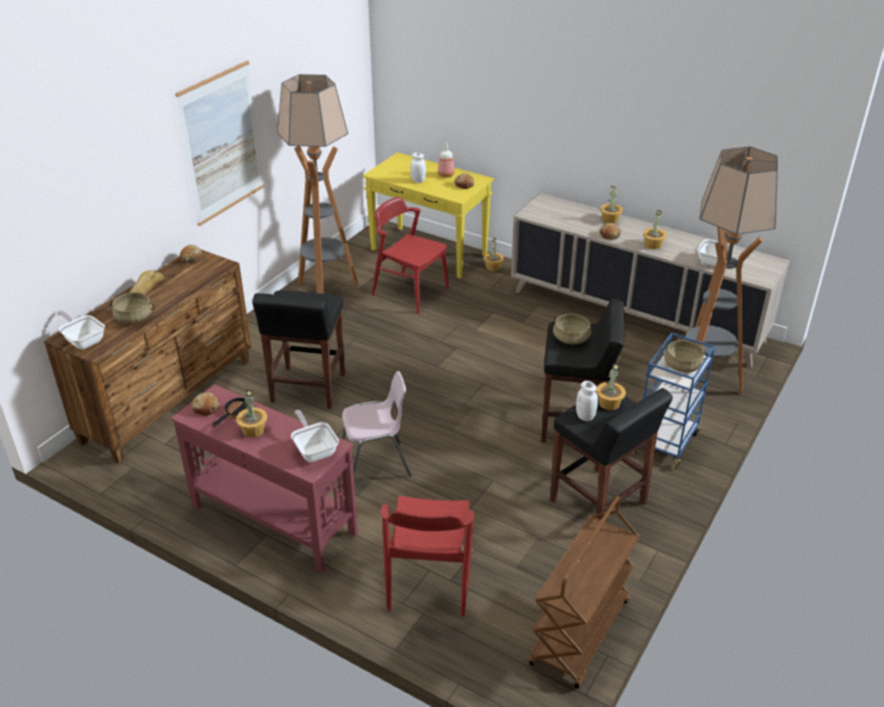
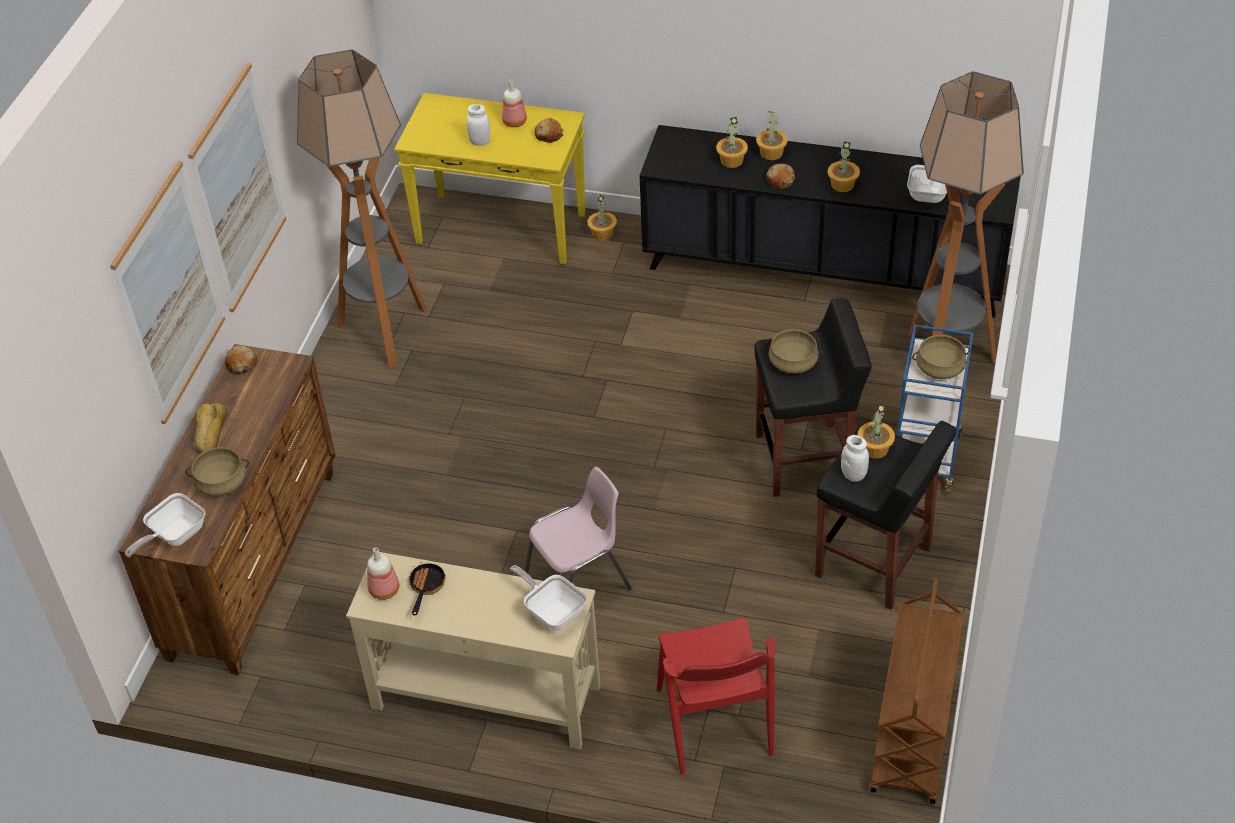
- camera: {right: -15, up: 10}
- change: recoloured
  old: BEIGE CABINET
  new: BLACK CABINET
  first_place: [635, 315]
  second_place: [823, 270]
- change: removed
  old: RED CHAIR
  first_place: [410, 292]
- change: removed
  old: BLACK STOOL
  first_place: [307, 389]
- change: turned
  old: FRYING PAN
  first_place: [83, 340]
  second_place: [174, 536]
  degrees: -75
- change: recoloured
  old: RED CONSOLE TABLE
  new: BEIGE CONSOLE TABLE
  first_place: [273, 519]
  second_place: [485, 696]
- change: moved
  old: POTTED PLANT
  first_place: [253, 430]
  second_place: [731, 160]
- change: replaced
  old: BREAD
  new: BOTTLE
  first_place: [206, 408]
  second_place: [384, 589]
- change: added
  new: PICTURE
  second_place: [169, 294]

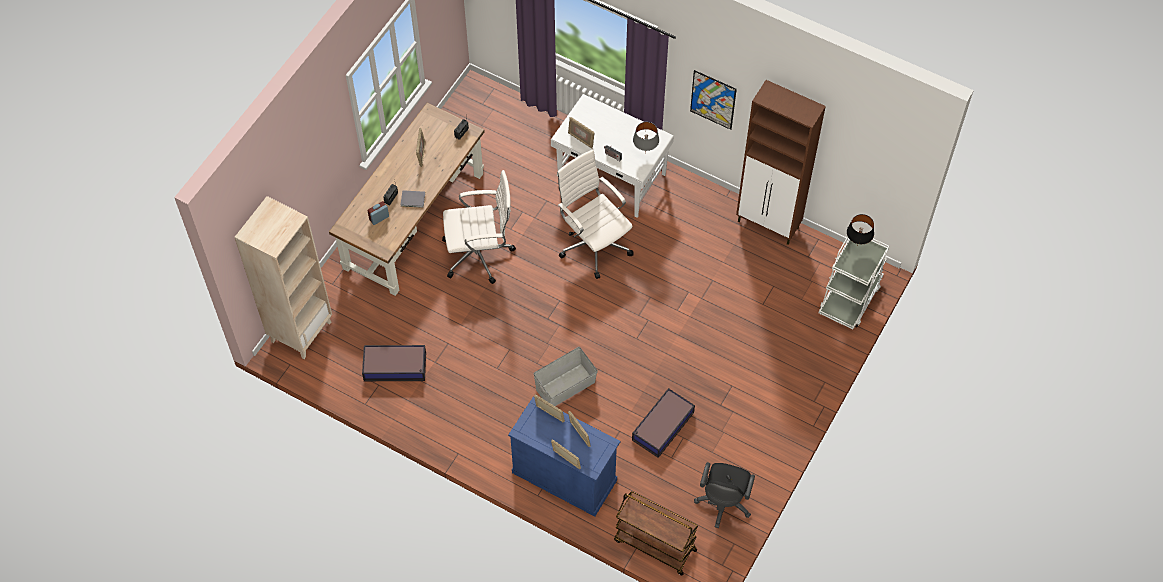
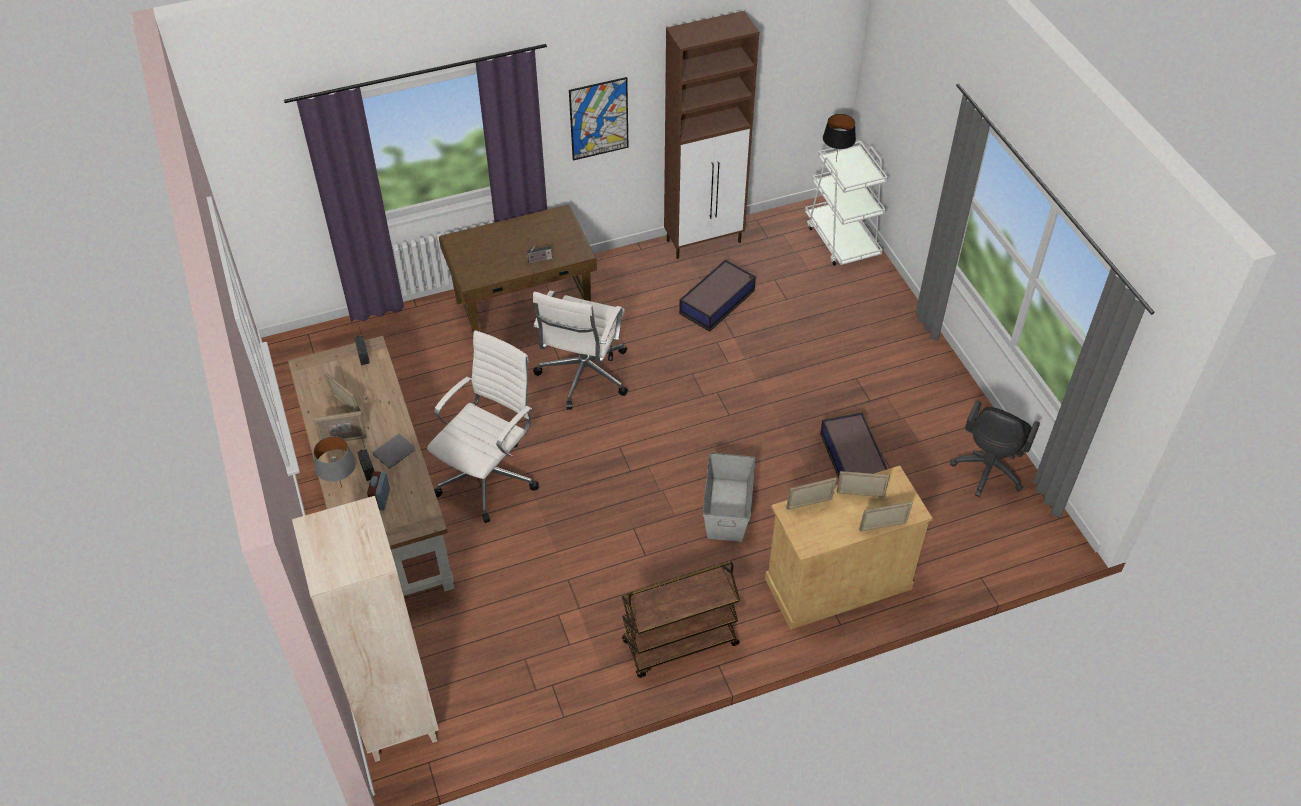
- camera: {right: -50, up: -10}
- change: recoloured
  old: WHITE DESK
  new: BROWN DESK
  first_place: [612, 178]
  second_place: [524, 314]
- change: moved
  old: PICTURE FRAME
  first_place: [581, 139]
  second_place: [343, 439]
- change: moved
  old: GREY TABLE LAMP
  first_place: [645, 153]
  second_place: [341, 487]
- change: turned
  old: WHITE OFFICE CHAIR
  first_place: [594, 243]
  second_place: [583, 376]
  degrees: -75
- change: moved
  old: STORAGE BOX
  first_place: [396, 367]
  second_place: [718, 301]
- change: recoloured
  old: BLUE CABINET
  new: BEIGE CABINET
  first_place: [564, 476]
  second_place: [837, 583]
- change: turned
  old: BLACK OFFICE CHAIR
  first_place: [723, 504]
  second_place: [987, 471]
  degrees: 60
- change: moved
  old: BROWN CART
  first_place: [654, 545]
  second_place: [679, 644]

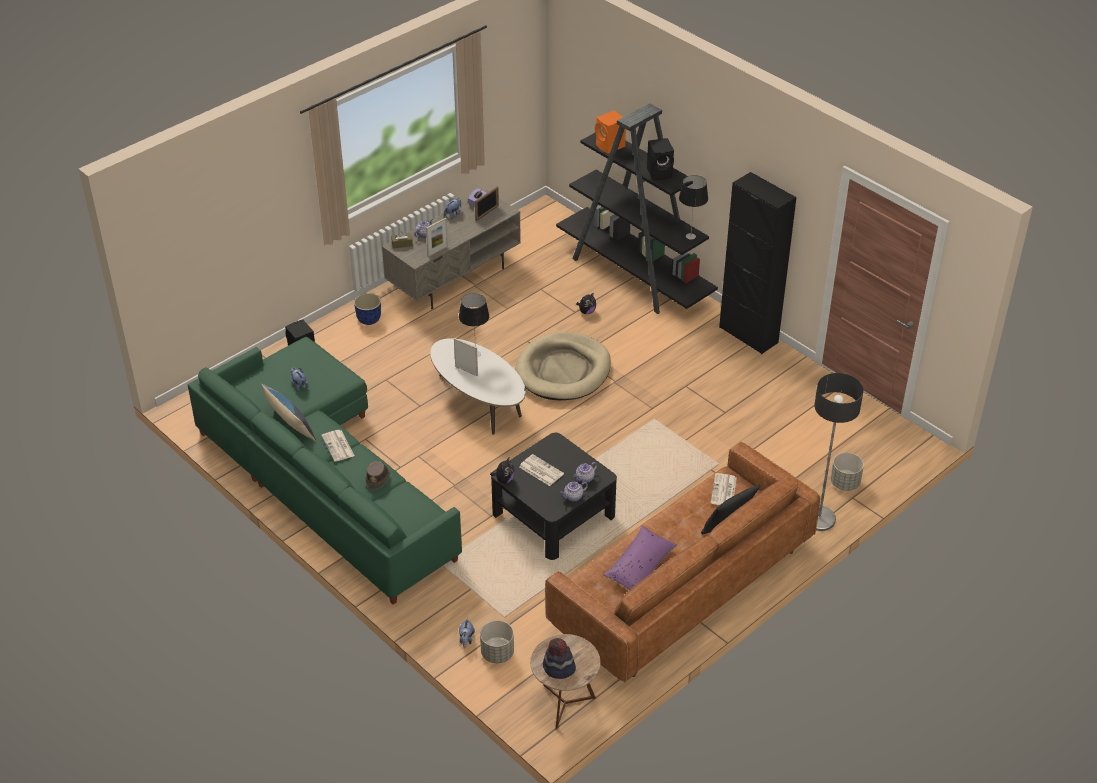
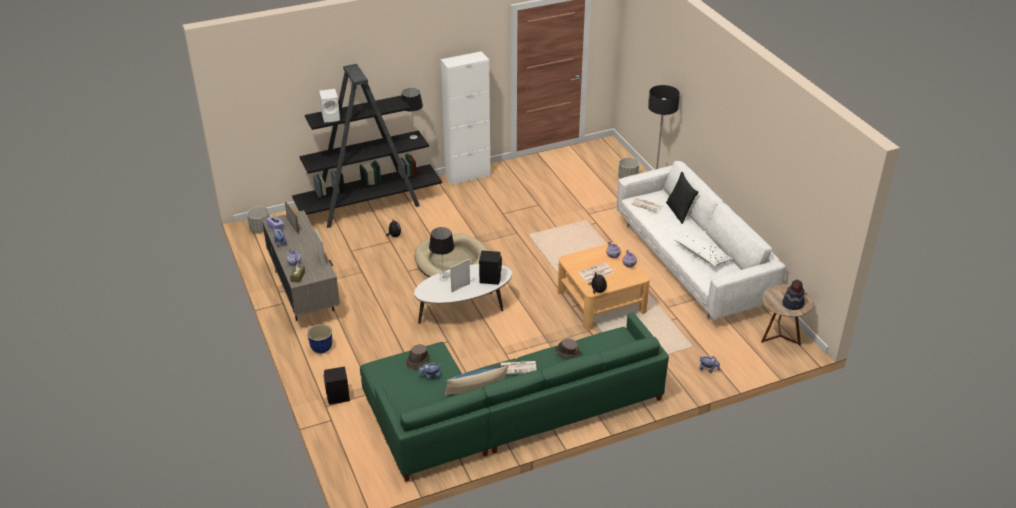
- camera: {right: -70, up: -5}
- change: recoloured
  old: ORANGE SPEAKER
  new: WHITE SPEAKER
  first_place: [610, 146]
  second_place: [331, 117]
- change: moved
  old: BLACK SPEAKER
  first_place: [660, 173]
  second_place: [490, 278]
- change: recoloured
  old: BLACK CABINET
  new: WHITE CABINET
  first_place: [748, 335]
  second_place: [467, 176]
- change: recoloured
  old: BLACK COFFEE TABLE
  new: BEIGE COFFEE TABLE
  first_place: [553, 515]
  second_place: [602, 301]
- change: recoloured
  old: BROWN SOFA
  new: WHITE SOFA
  first_place: [681, 586]
  second_place: [692, 263]
- change: recoloured
  old: PURPLE PILLOW
  new: WHITE PILLOW
  first_place: [640, 566]
  second_place: [702, 255]
- change: moved
  old: GREY PLANTER
  first_place: [497, 653]
  second_place: [260, 229]
- change: added
  new: BROWN HAT
  second_place: [417, 360]

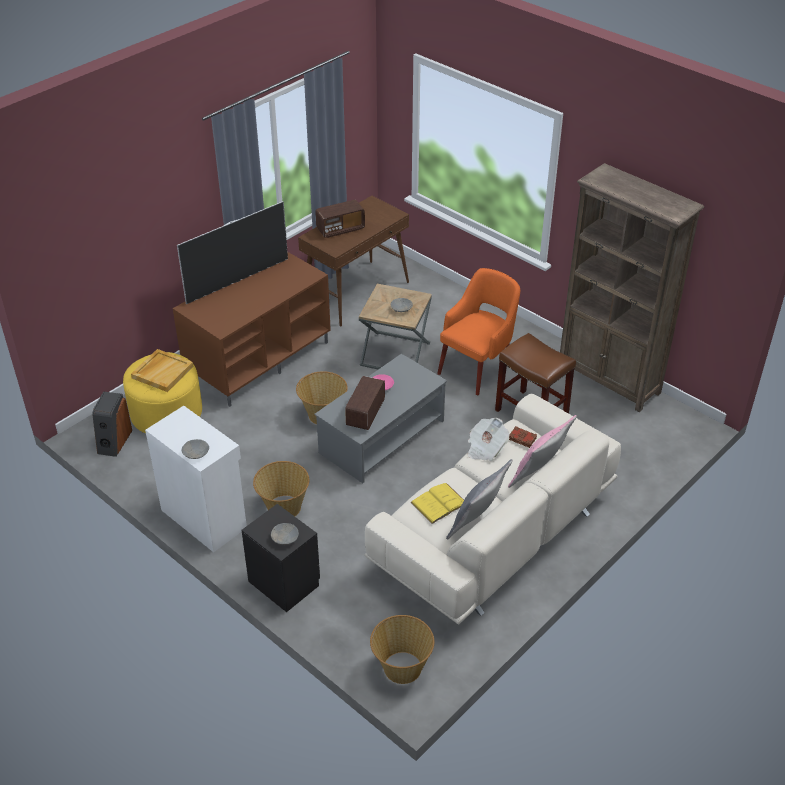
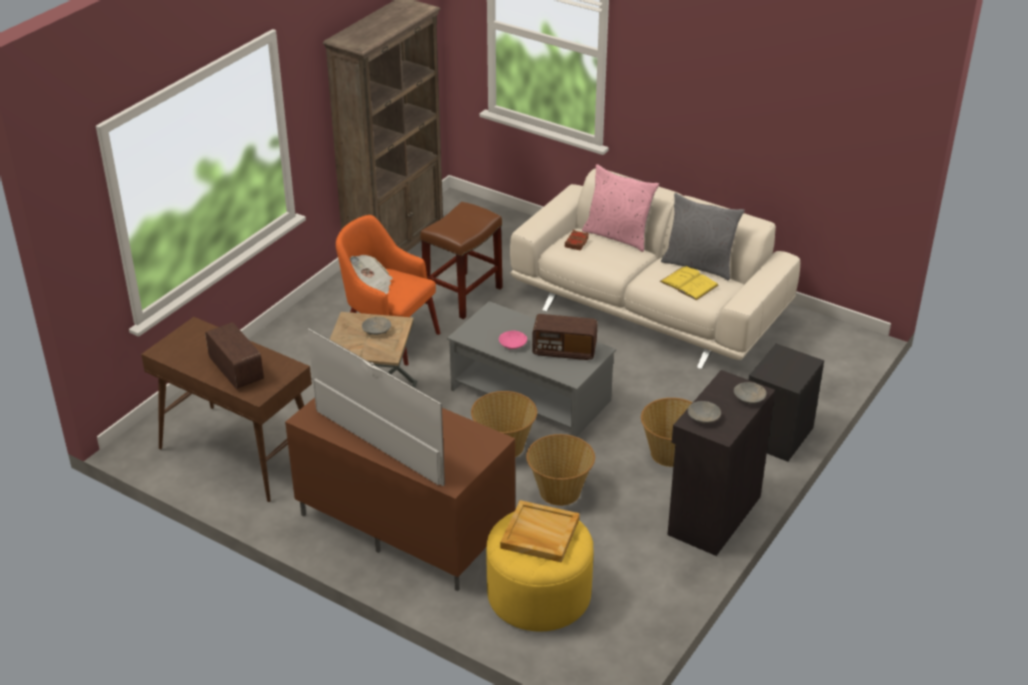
- camera: {right: -100, up: -5}
- change: removed
  old: SPEAKER
  first_place: [114, 441]
- change: recoloured
  old: WHITE CABINET
  new: BLACK CABINET
  first_place: [204, 517]
  second_place: [712, 515]
- change: moved
  old: NEWSPAPER
  first_place: [485, 448]
  second_place: [371, 285]
- change: moved
  old: GREY BOWL
  first_place: [284, 538]
  second_place: [704, 417]
- change: moved
  old: BASKET
  first_place: [402, 667]
  second_place: [559, 492]

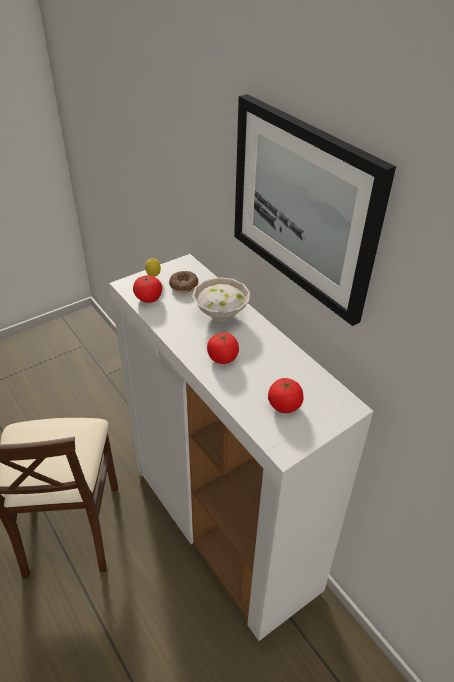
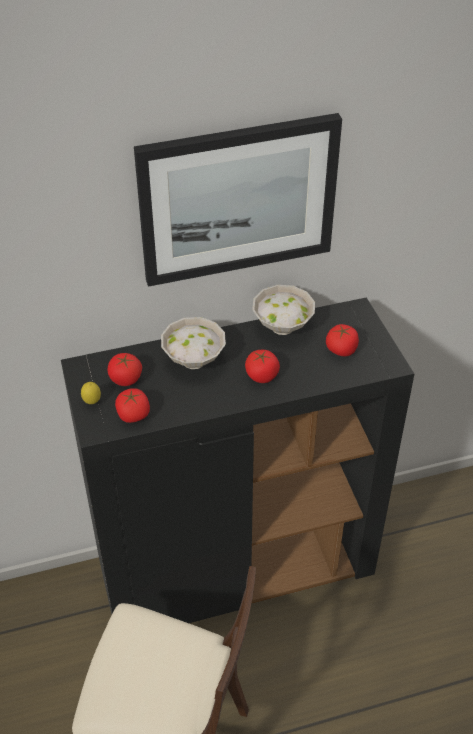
- camera: {right: -70, up: 5}
- change: recoloured
  old: WHITE CABINET
  new: BLACK CABINET
  first_place: [224, 526]
  second_place: [237, 569]
- change: replaced
  old: DONUT
  new: TOMATO
  first_place: [183, 286]
  second_place: [125, 379]
- change: added
  new: WHITE BOWL
  second_place: [281, 326]

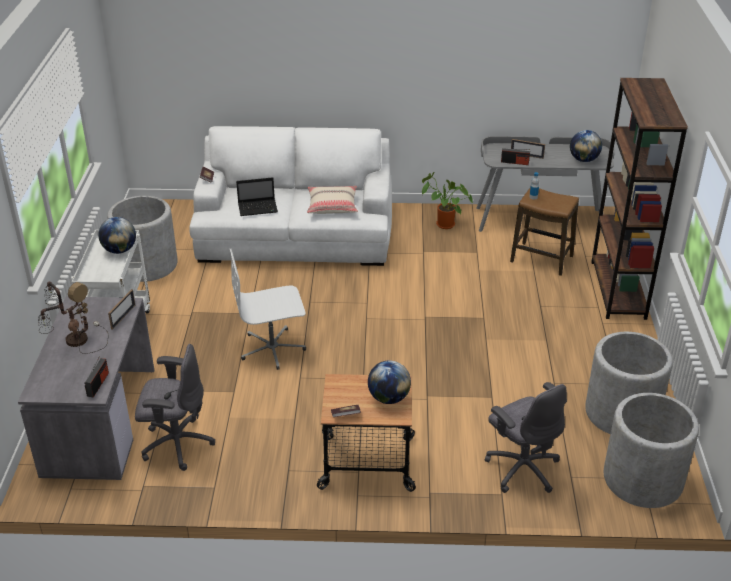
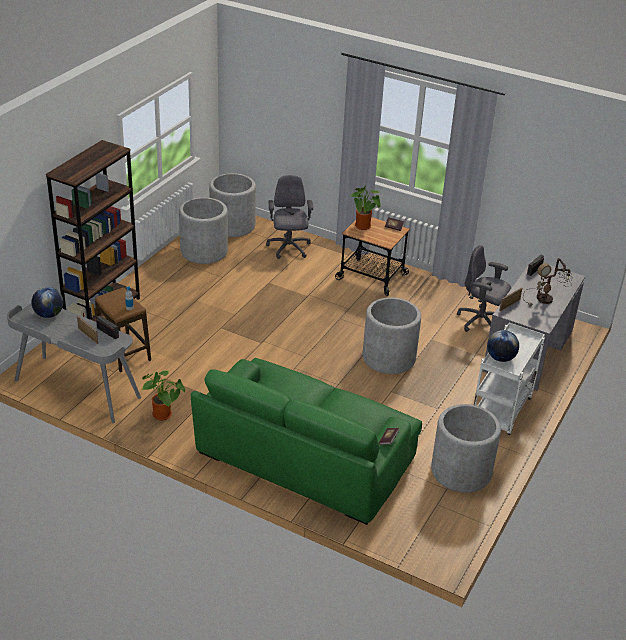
- camera: {right: -155, up: 0}
- change: recoloured
  old: WHITE SOFA
  new: GREEN SOFA
  first_place: [295, 234]
  second_place: [305, 456]
- change: removed
  old: LAPTOP
  first_place: [258, 208]
- change: removed
  old: BEIGE PILLOW
  first_place: [332, 206]
- change: replaced
  old: WHITE OFFICE CHAIR
  new: GREY PLANTER
  first_place: [272, 349]
  second_place: [389, 358]
- change: replaced
  old: GLOBE
  new: POTTED PLANT
  first_place: [388, 398]
  second_place: [364, 227]

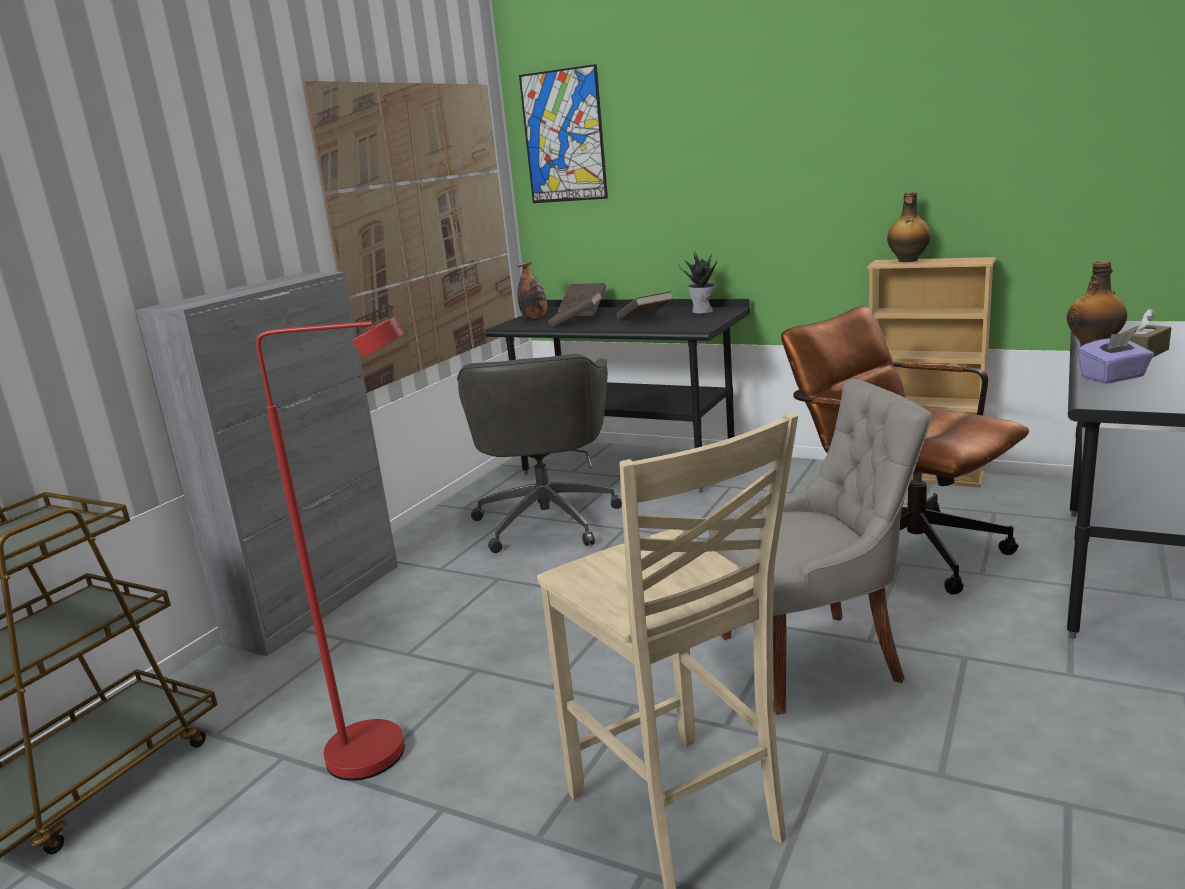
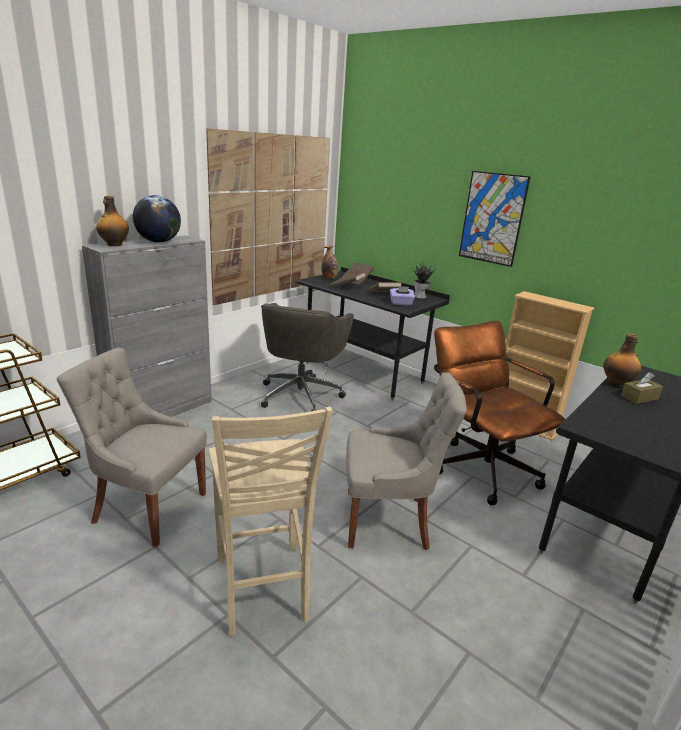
- camera: {right: 10, up: 5}
- change: moved
  old: PICTURE
  first_place: [564, 136]
  second_place: [492, 218]
- change: moved
  old: BOTTLE
  first_place: [907, 260]
  second_place: [114, 245]
- change: replaced
  old: RED FLOOR LAMP
  new: GREY CHAIR
  first_place: [387, 753]
  second_place: [147, 508]
- change: moved
  old: PURPLE TISSUE BOX
  first_place: [1113, 378]
  second_place: [401, 303]
- change: added
  new: GLOBE
  second_place: [158, 242]

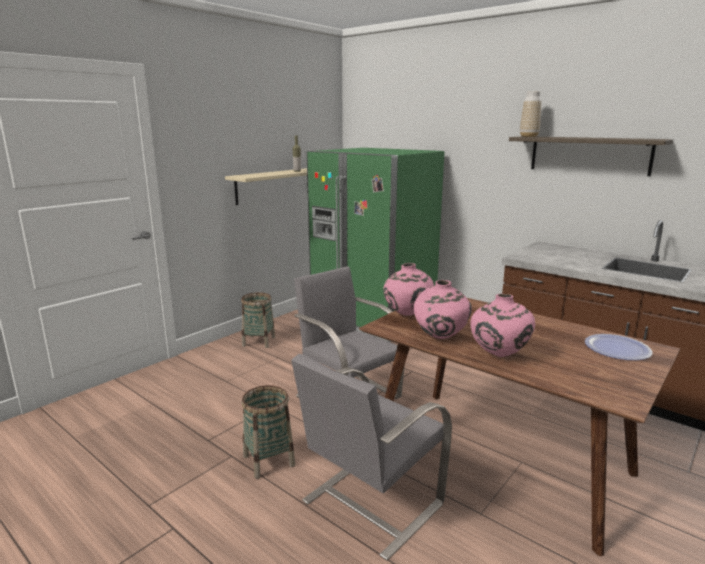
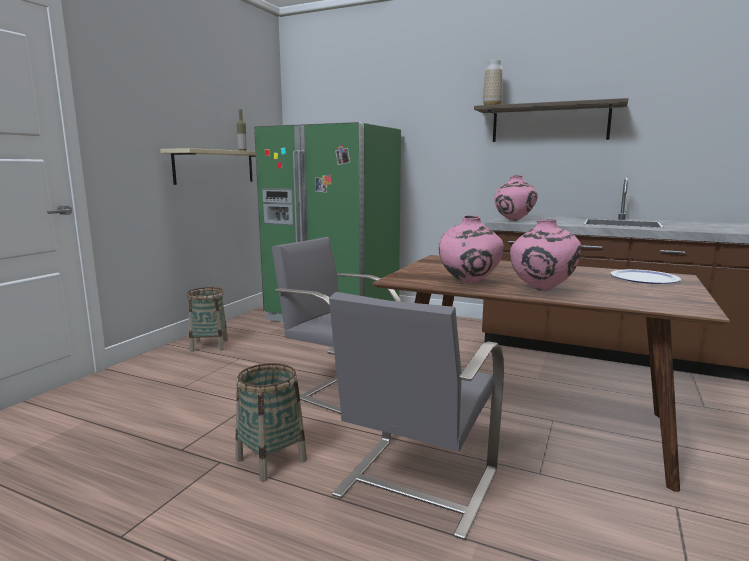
- camera: {right: -15, up: -5}
- change: moved
  old: PINK VASE
  first_place: [407, 315]
  second_place: [514, 221]

